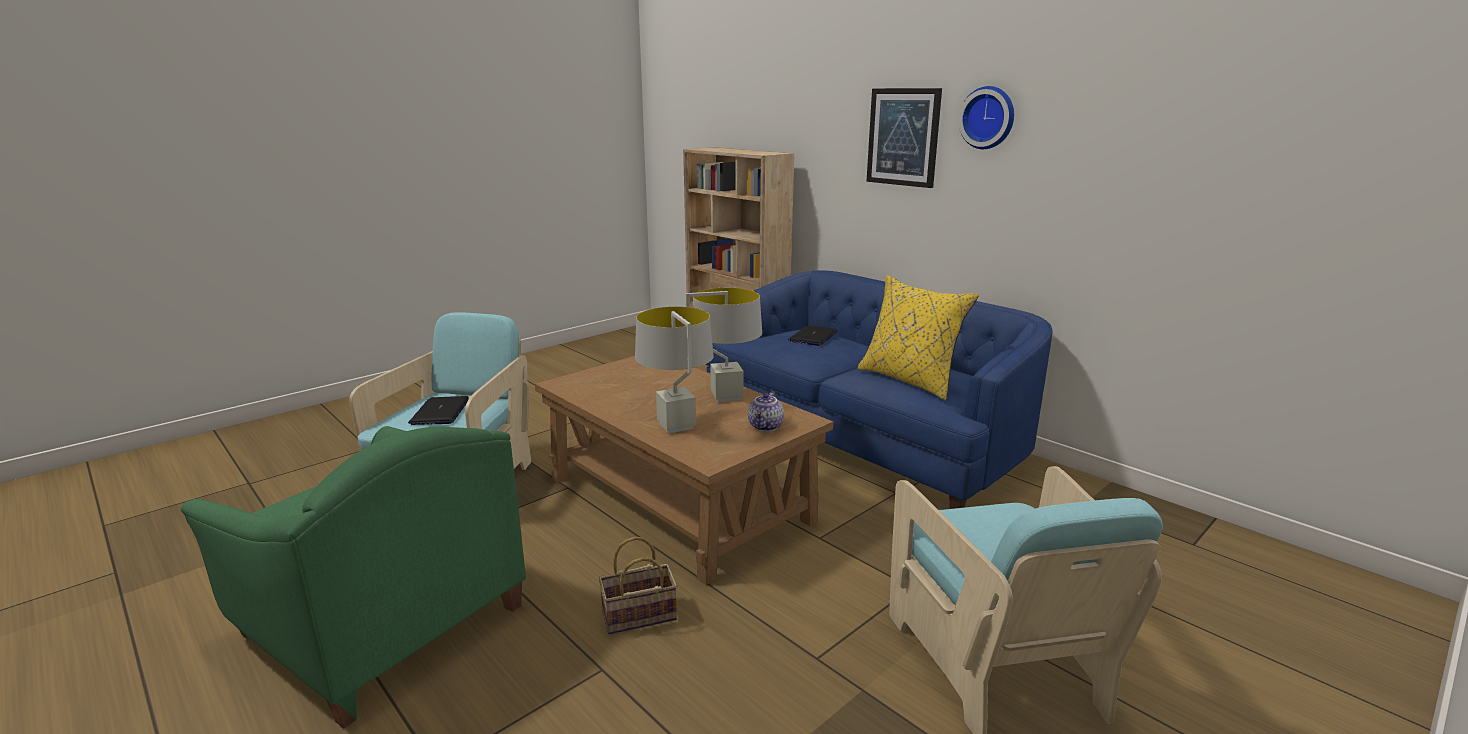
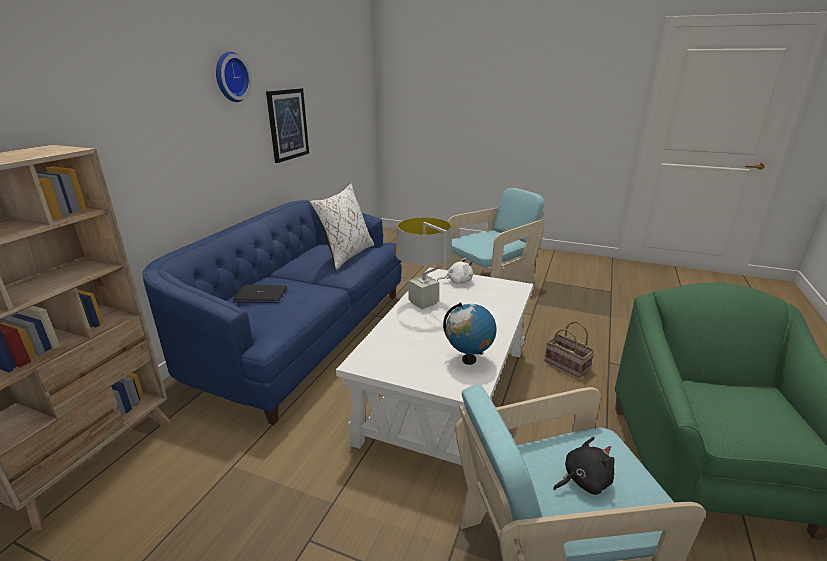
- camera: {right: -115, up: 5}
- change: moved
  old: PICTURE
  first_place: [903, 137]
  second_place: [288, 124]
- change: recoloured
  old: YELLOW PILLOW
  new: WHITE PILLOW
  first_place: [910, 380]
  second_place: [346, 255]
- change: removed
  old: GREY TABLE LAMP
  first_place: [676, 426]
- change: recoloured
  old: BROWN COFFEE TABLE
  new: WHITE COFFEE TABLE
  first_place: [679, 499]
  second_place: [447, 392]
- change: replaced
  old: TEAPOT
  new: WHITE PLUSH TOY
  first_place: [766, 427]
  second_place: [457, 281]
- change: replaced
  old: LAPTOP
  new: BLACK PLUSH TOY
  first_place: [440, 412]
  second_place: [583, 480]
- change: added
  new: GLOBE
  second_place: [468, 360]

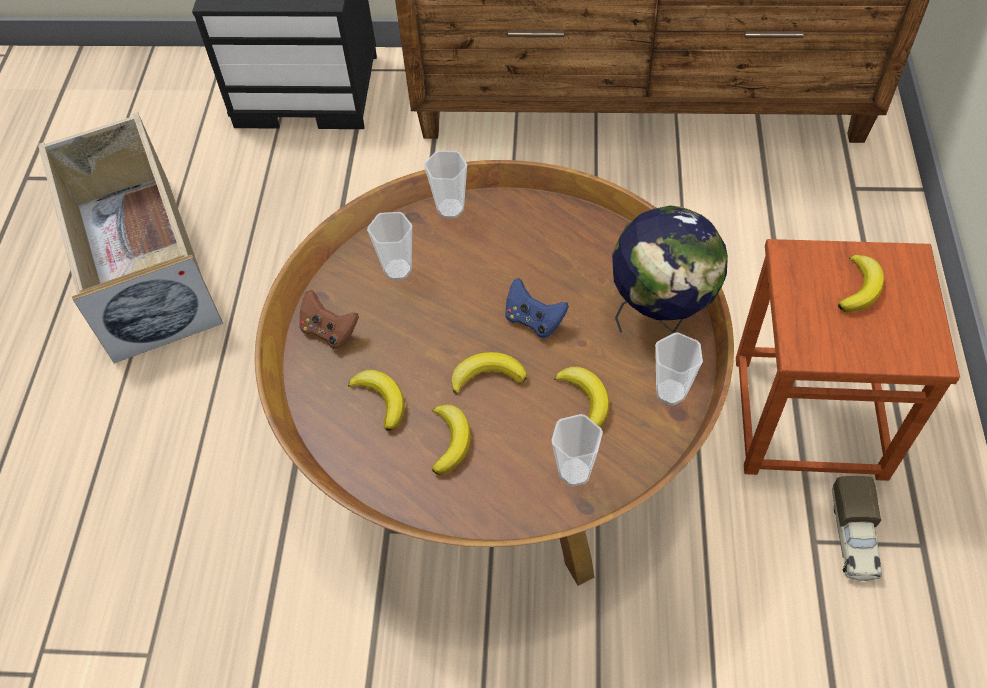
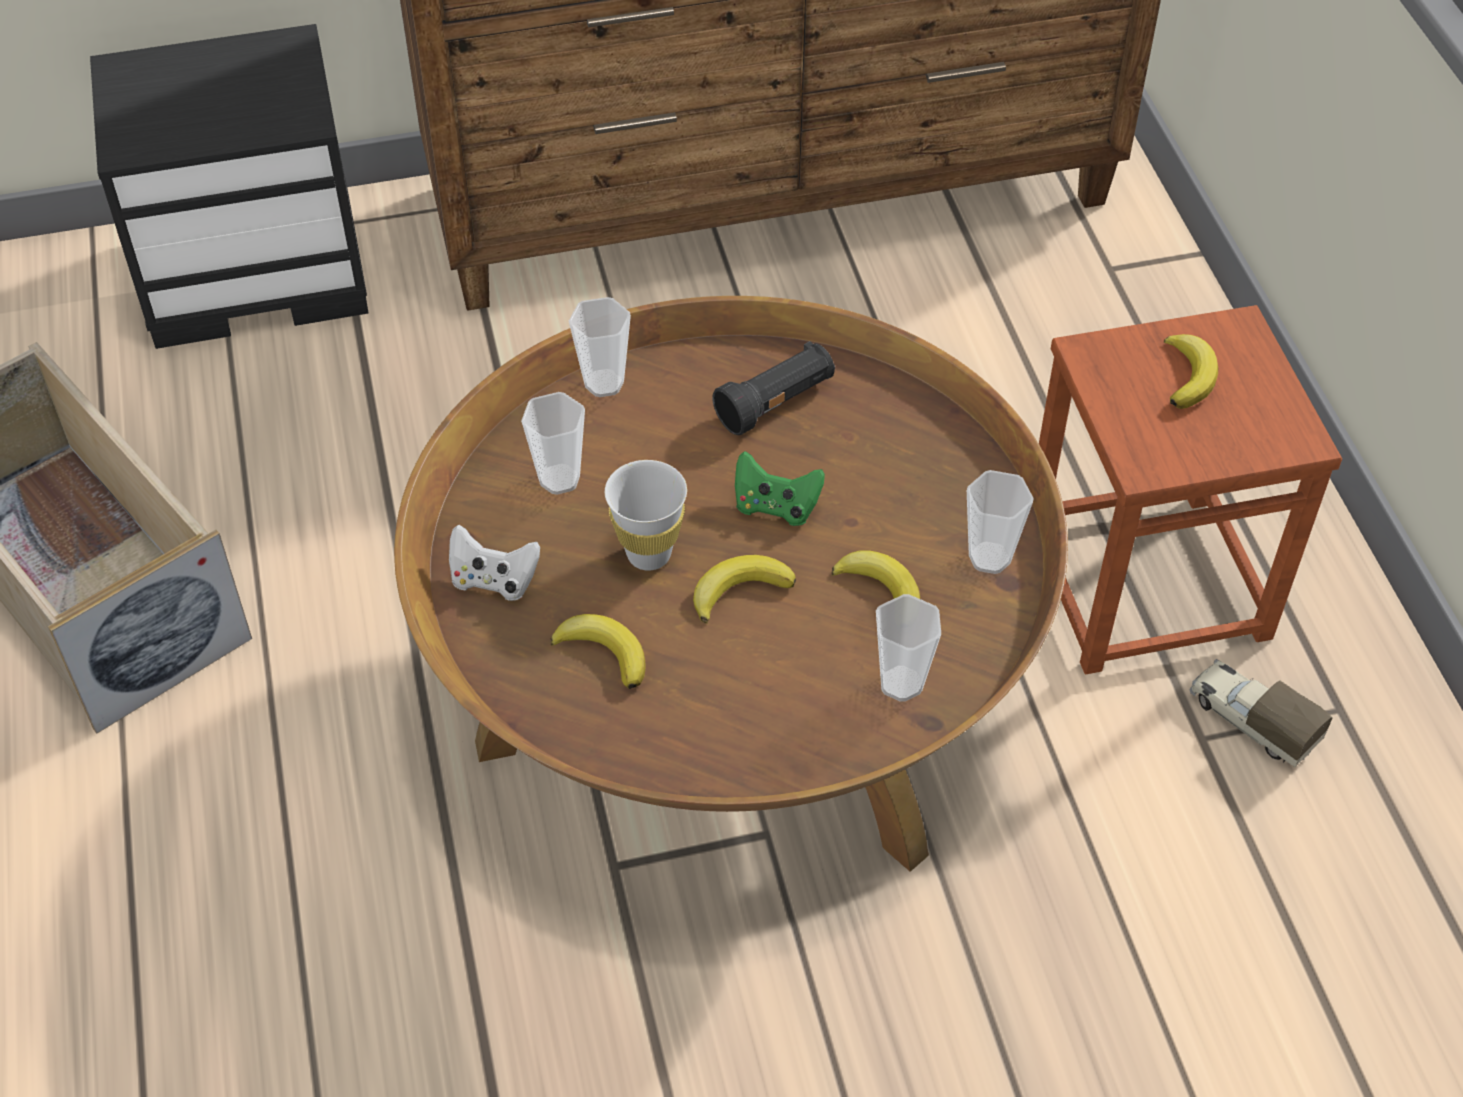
- camera: {right: -20, up: -5}
- change: removed
  old: GLOBE
  first_place: [660, 315]
- change: recoloured
  old: BLUE GAME CONTROLLER
  new: GREEN GAME CONTROLLER
  first_place: [533, 320]
  second_place: [776, 506]
- change: recoloured
  old: BROWN GAME CONTROLLER
  new: WHITE GAME CONTROLLER
  first_place: [329, 331]
  second_place: [494, 580]
- change: removed
  old: BANANA
  first_place: [450, 440]
- change: turned
  old: TOY TRUCK
  first_place: [853, 537]
  second_place: [1250, 721]
  degrees: 150
- change: added
  new: BLACK FLASHLIGHT
  second_place: [776, 403]
- change: added
  new: WHITE CUP
  second_place: [649, 554]

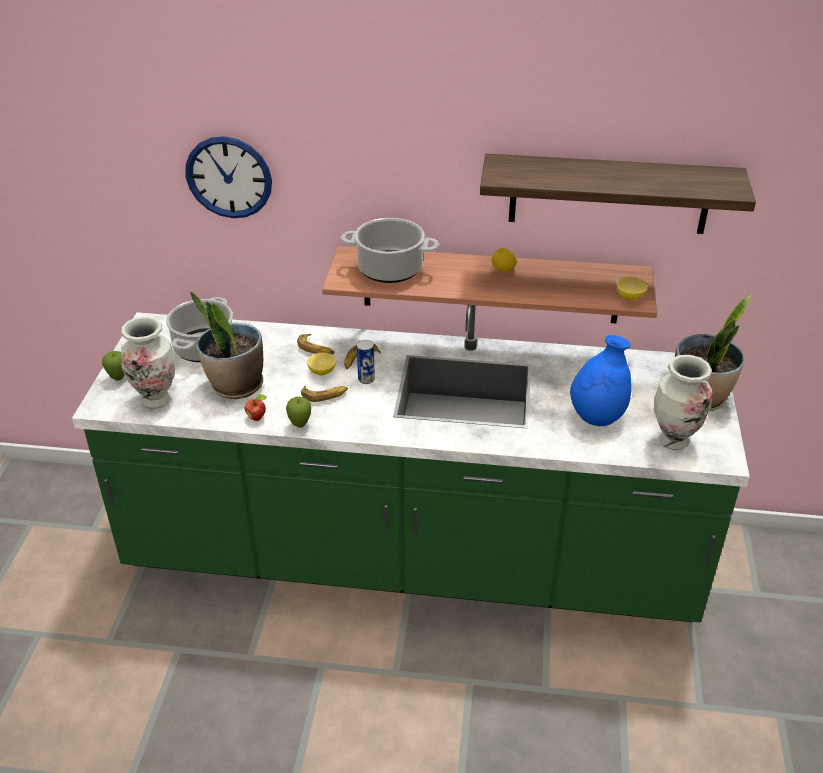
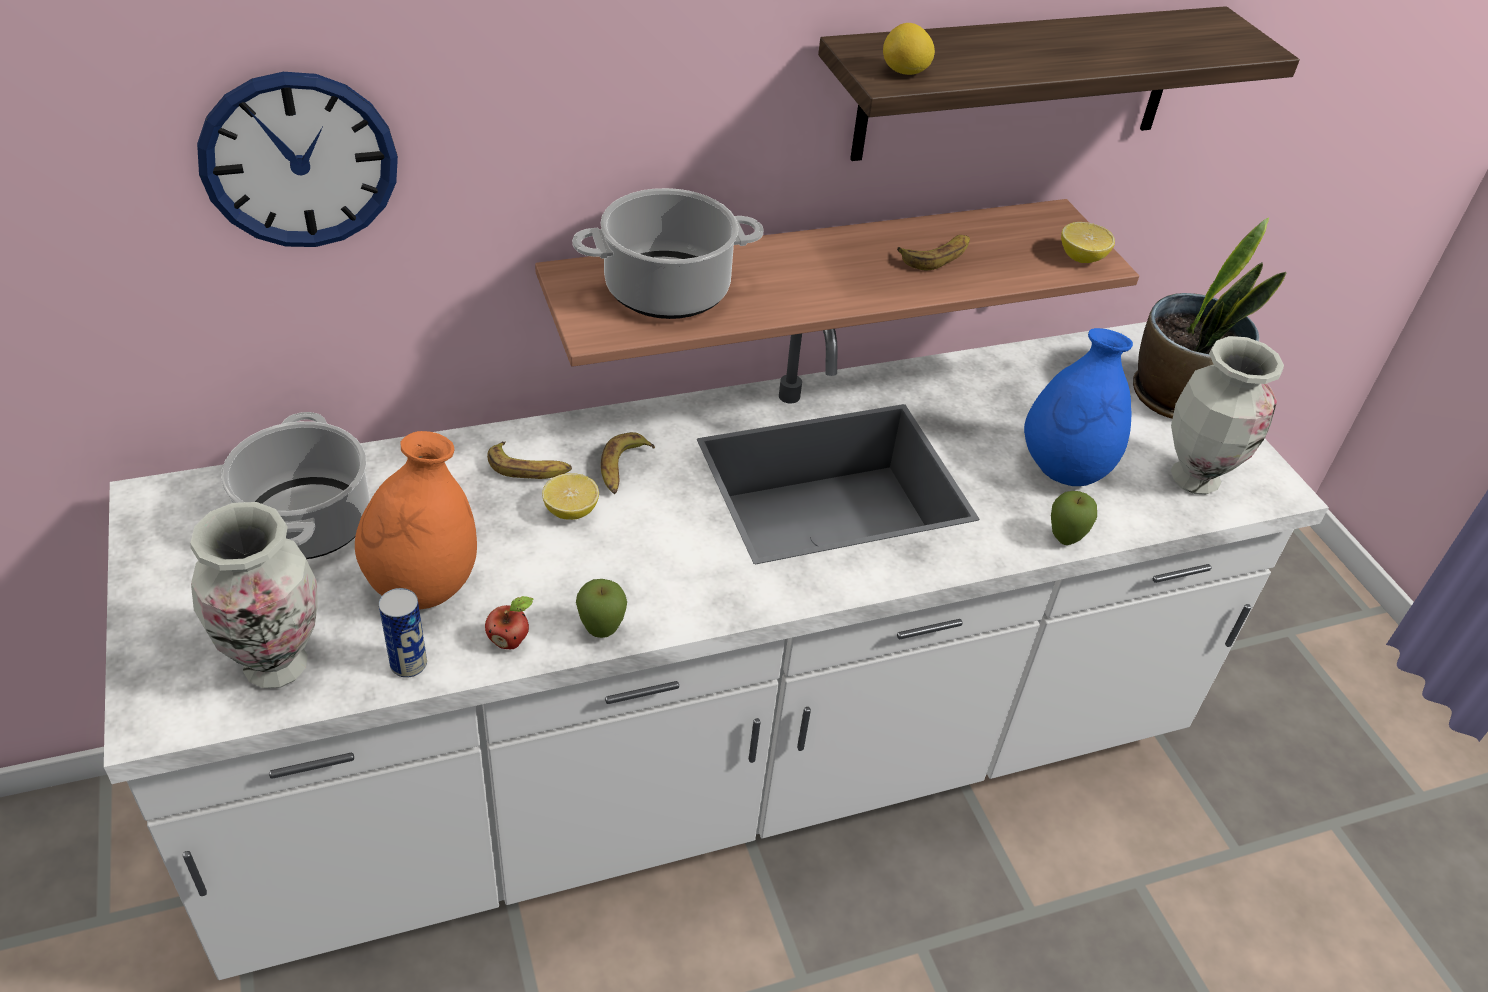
- camera: {right: -30, up: 5}
- change: moved
  old: LEMON
  first_place: [503, 270]
  second_place: [905, 73]
- change: replaced
  old: POTTED PLANT
  new: ORANGE VASE
  first_place: [236, 386]
  second_place: [424, 586]
- change: recoloured
  old: GREEN COUNTER
  new: WHITE COUNTER
  first_place: [411, 557]
  second_place: [716, 766]
- change: moved
  old: CAN
  first_place: [366, 379]
  second_place: [408, 664]
- change: moved
  old: APPLE
  first_place: [118, 378]
  second_place: [1064, 540]
- change: moved
  old: BANANA
  first_place: [324, 395]
  second_place: [936, 256]

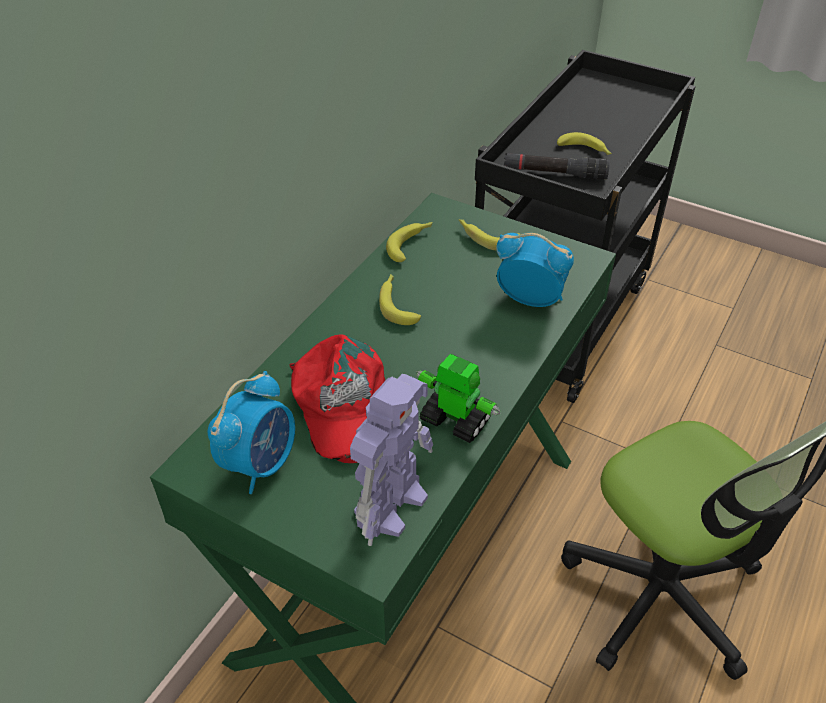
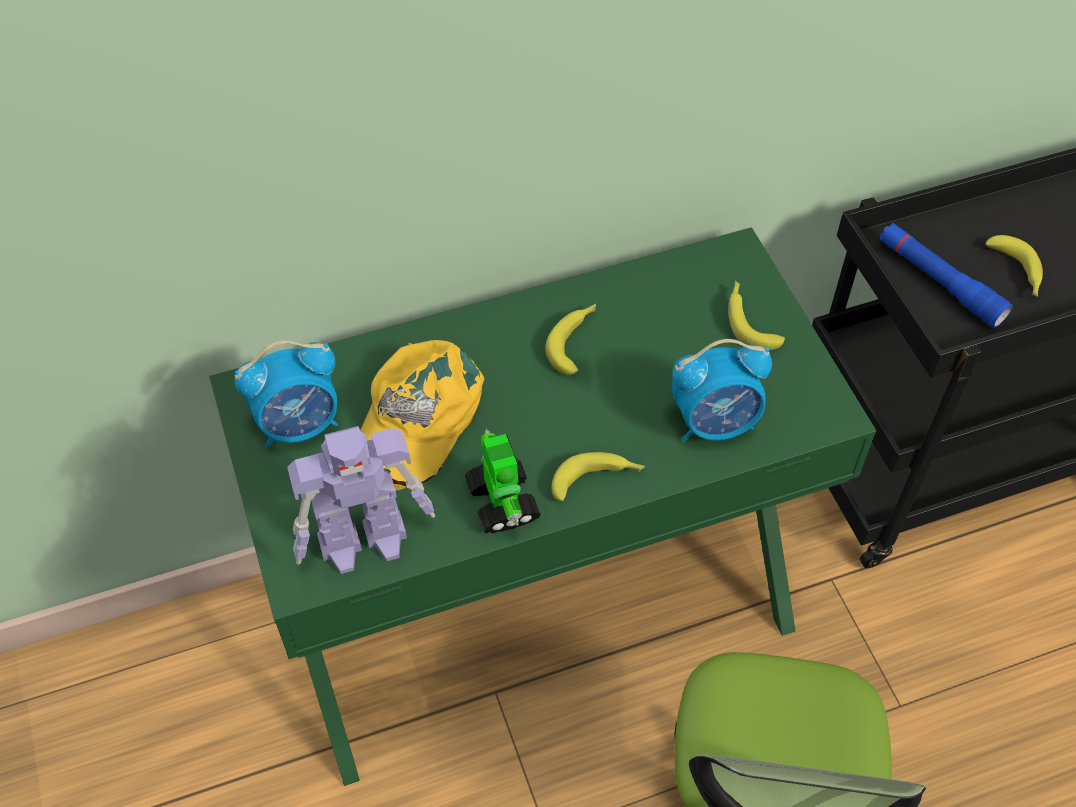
- camera: {right: 40, up: 10}
- change: recoloured
  old: BLACK FLASHLIGHT
  new: BLUE FLASHLIGHT
  first_place: [554, 173]
  second_place: [939, 282]
- change: moved
  old: BANANA
  first_place: [411, 244]
  second_place: [597, 480]
- change: turned
  old: ALARM CLOCK
  first_place: [530, 299]
  second_place: [715, 423]
  degrees: 105
- change: recoloured
  old: RED CAP
  new: YELLOW CAP
  first_place: [342, 406]
  second_place: [417, 417]

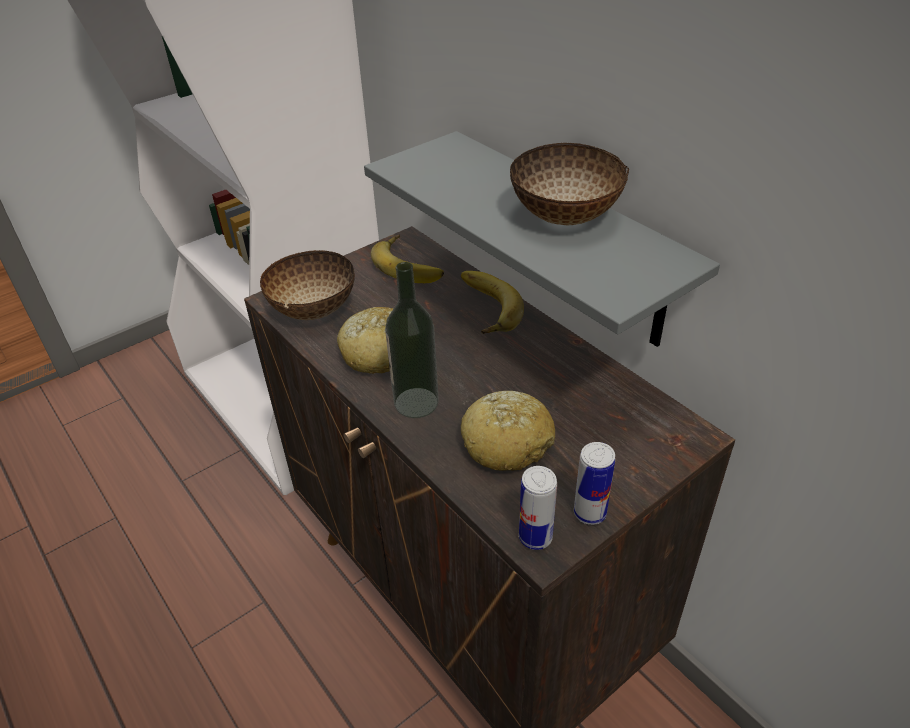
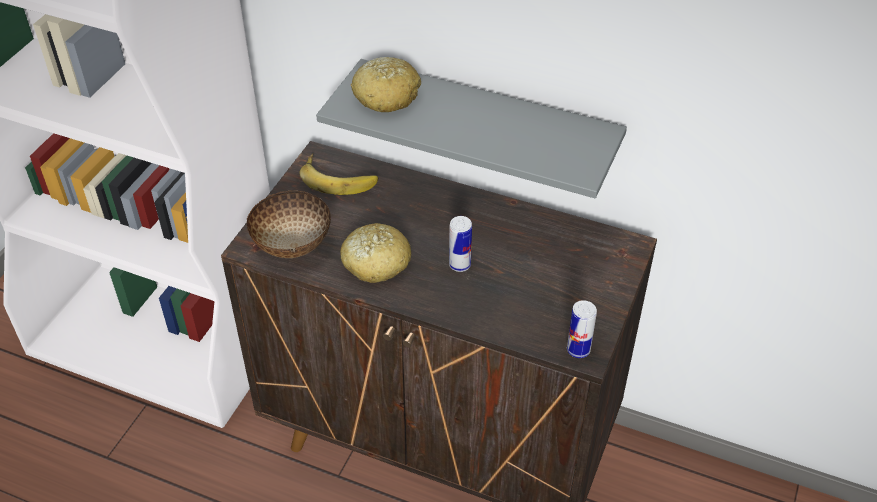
- camera: {right: -30, up: 5}
- change: removed
  old: BOWL
  first_place: [564, 217]
- change: removed
  old: BOTTLE
  first_place: [416, 402]
- change: removed
  old: BANANA
  first_place: [483, 308]
- change: moved
  old: BREAD
  first_place: [507, 442]
  second_place: [386, 95]
- change: moved
  old: CAN
  first_place: [589, 513]
  second_place: [459, 265]

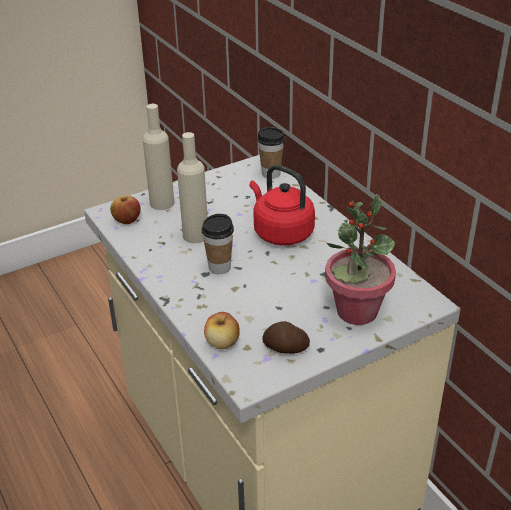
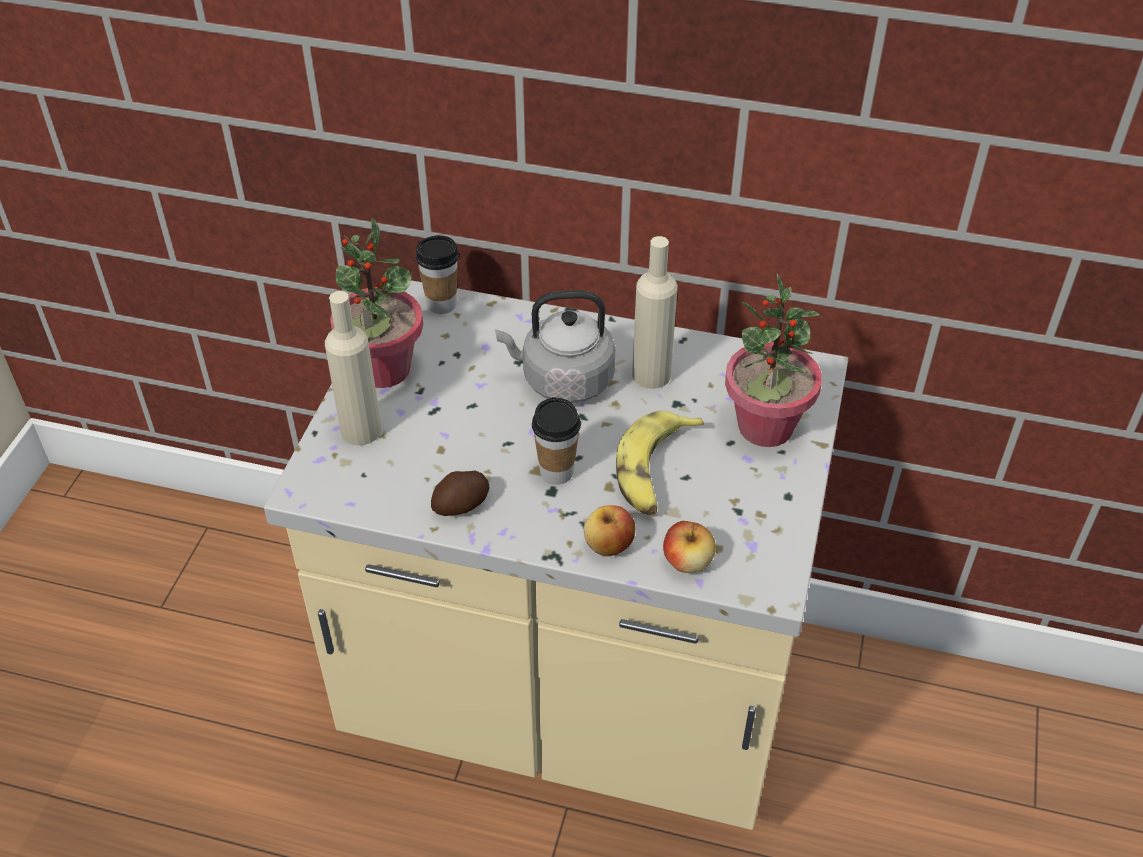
- camera: {right: -45, up: 10}
- change: moved
  old: BEIGE BOTTLE
  first_place: [195, 235]
  second_place: [651, 375]
- change: recoloured
  old: RED KETTLE
  new: GREY KETTLE
  first_place: [281, 232]
  second_place: [562, 380]
- change: moved
  old: APPLE
  first_place: [127, 220]
  second_place: [609, 545]
- change: moved
  old: POTATO
  first_place: [285, 349]
  second_place: [462, 505]
- change: added
  new: POTTED PLANT
  second_place: [383, 370]
- change: added
  new: BANANA
  second_place: [655, 471]

